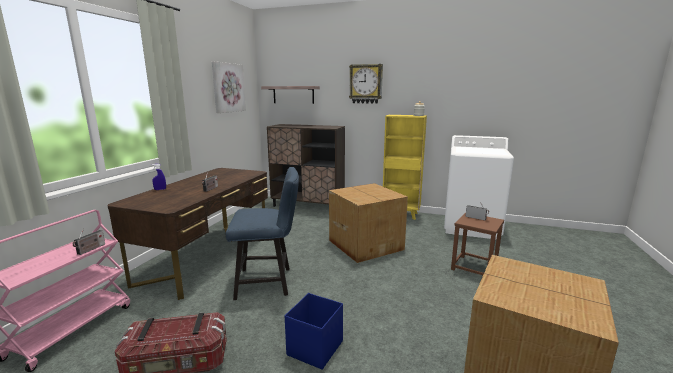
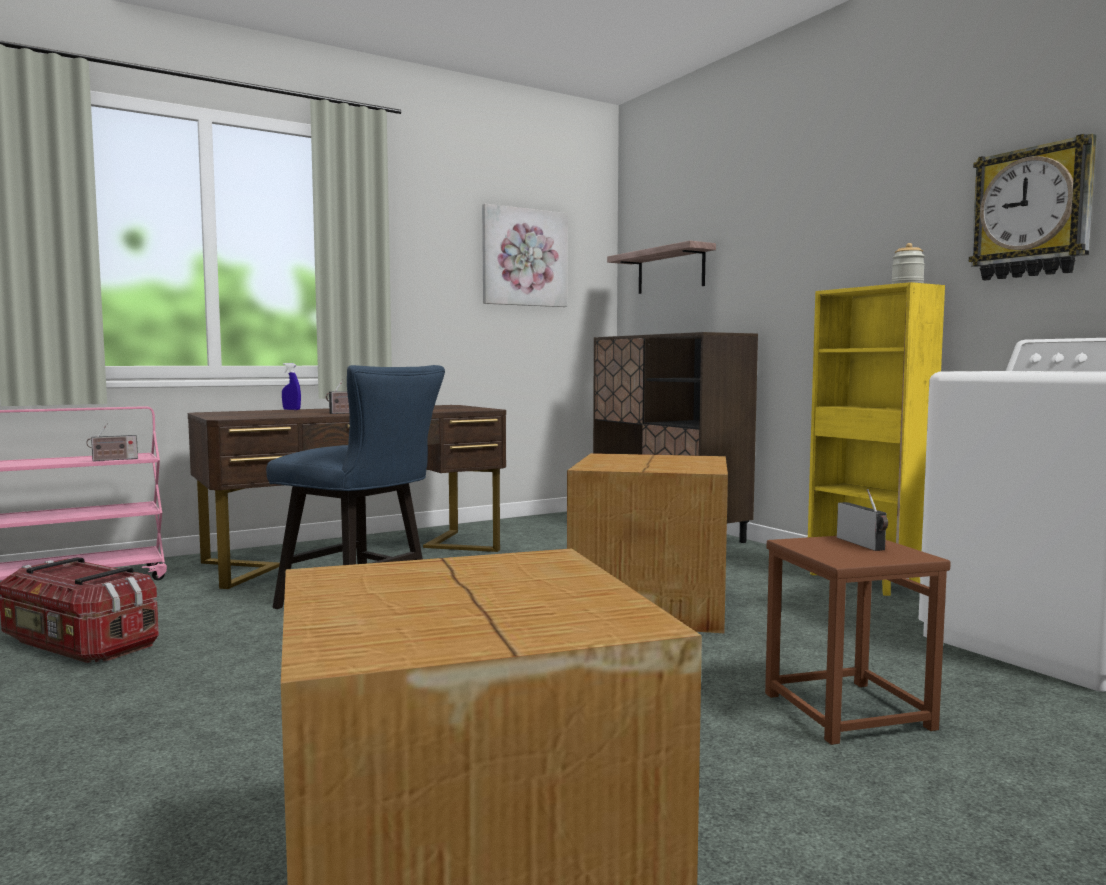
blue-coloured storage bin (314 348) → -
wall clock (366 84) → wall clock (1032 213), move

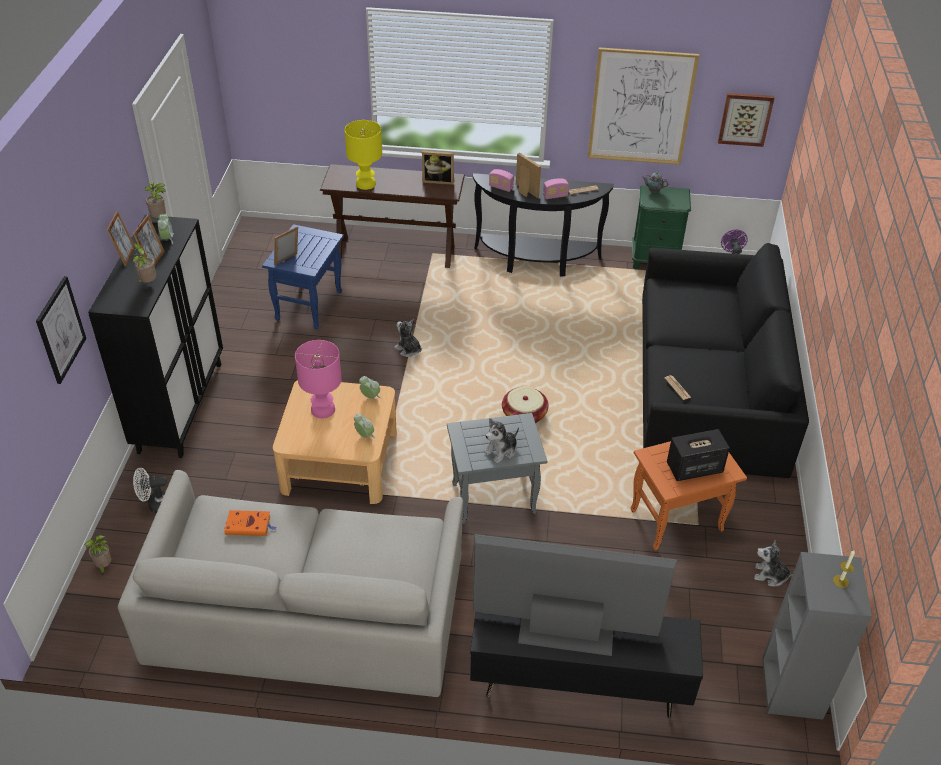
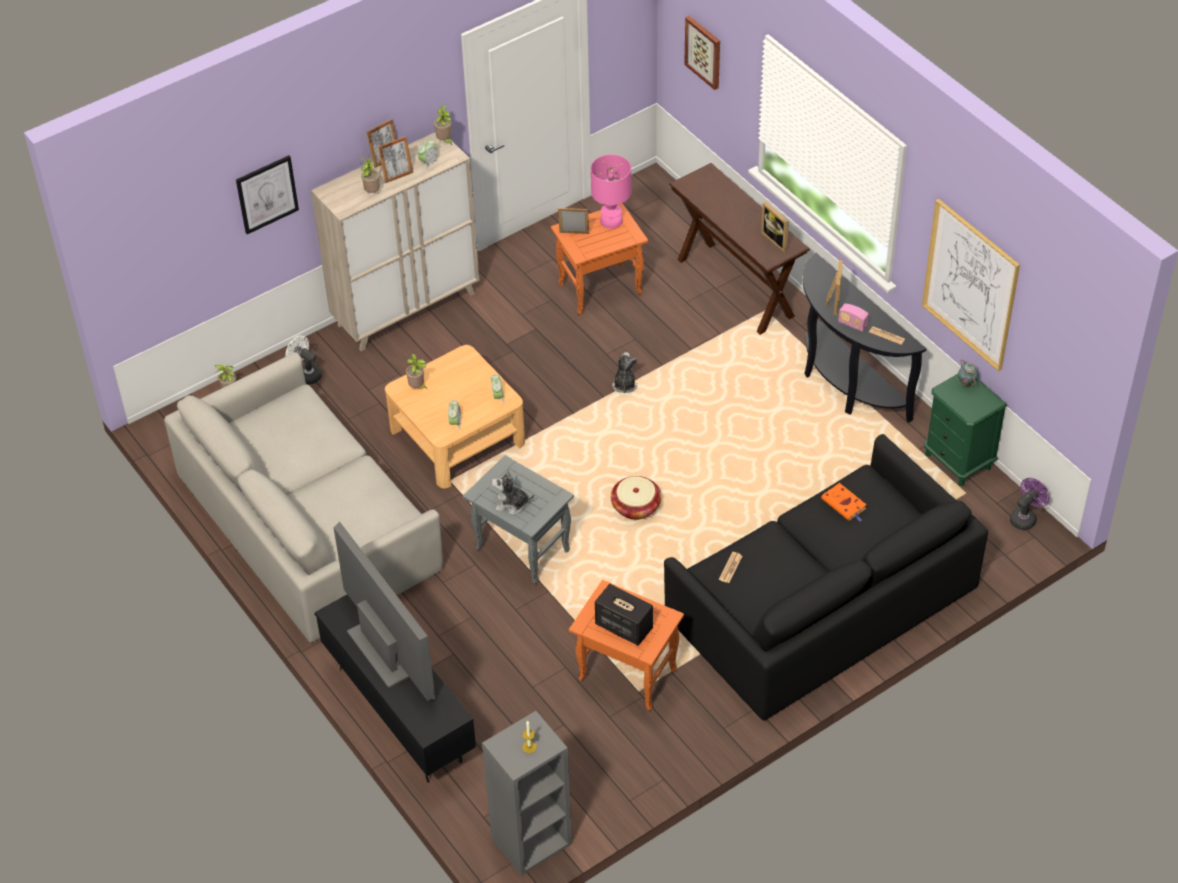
black-coloured storage cabinet (180 406) → sand-coloured storage cabinet (406 309)
orangey bound book (249 525) → orangey bound book (844 505), move
blue-coloured side table (309 307) → orangey side table (599 290)
pinkish table lamp (323 409) → pinkish table lamp (611 220), move
yellow table lamp (366 184) → -
radio set (501 187) → -
wall art (745 118) → wall art (704 51), move
soft toy (770 575) → -
- → plant in a pot (417 387)

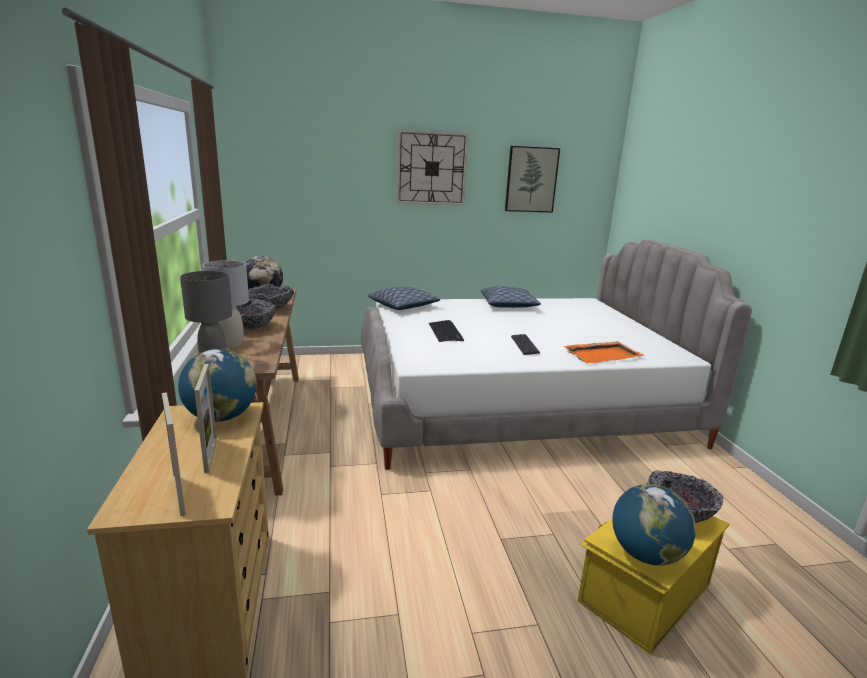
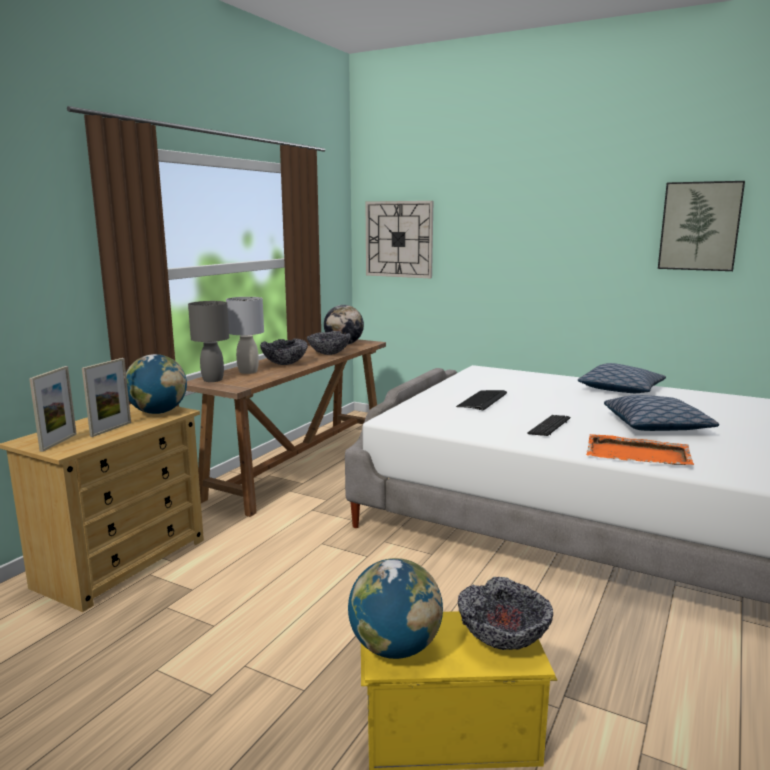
cushion (403 306) → cushion (656 426), move
wall clock (431 168) → wall clock (399 239), move

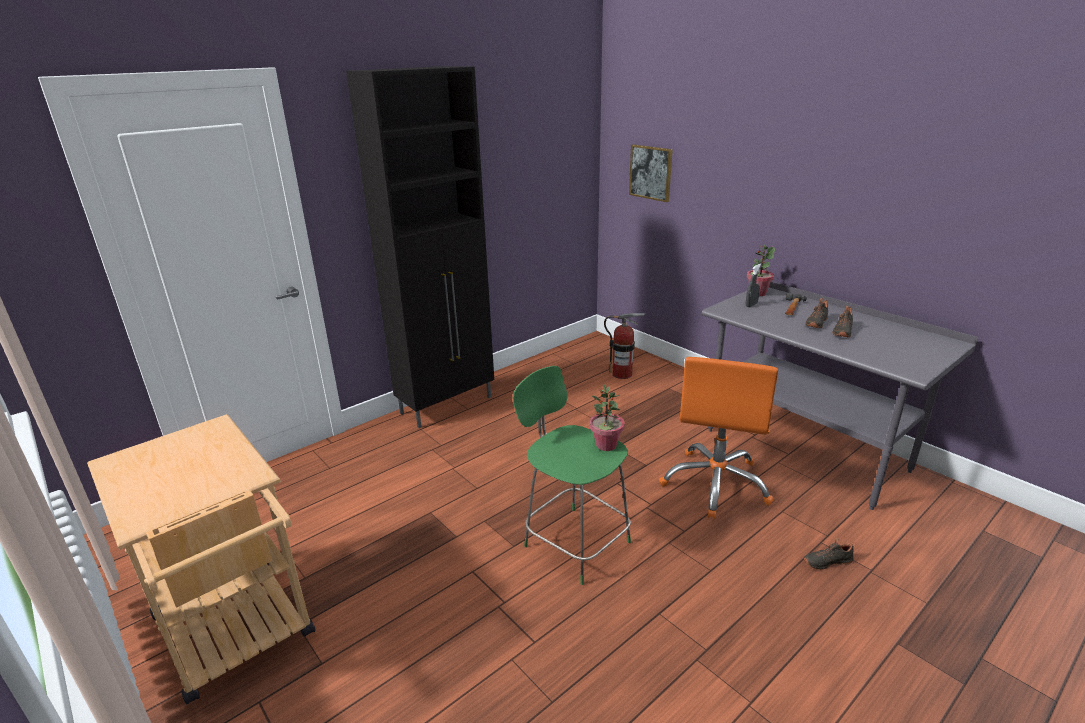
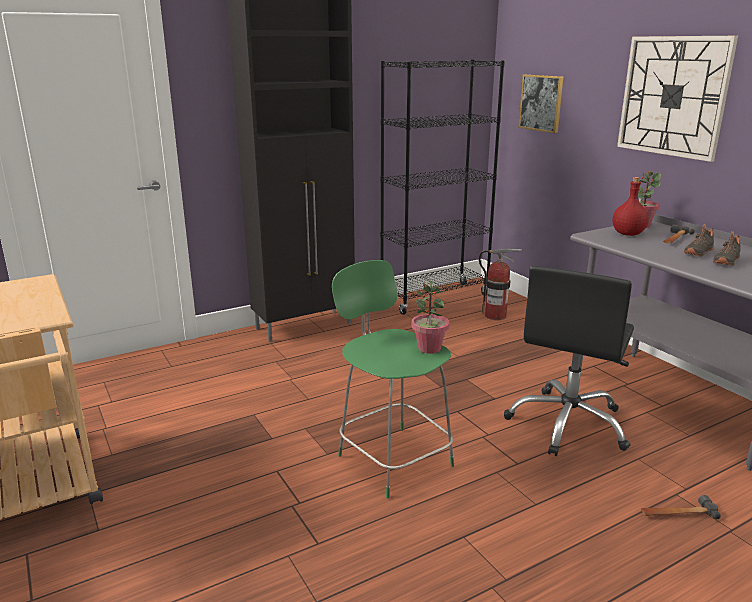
orangey office chair (716 483) → black-coloured office chair (568 424)
grey spray bottle (751 305) → reddish beverage bottle (628 234)
black-coloured shoe (826 561) → tool hammer (678 513)
- → black-coloured bookcase (434 298)
- → wall clock (673 96)

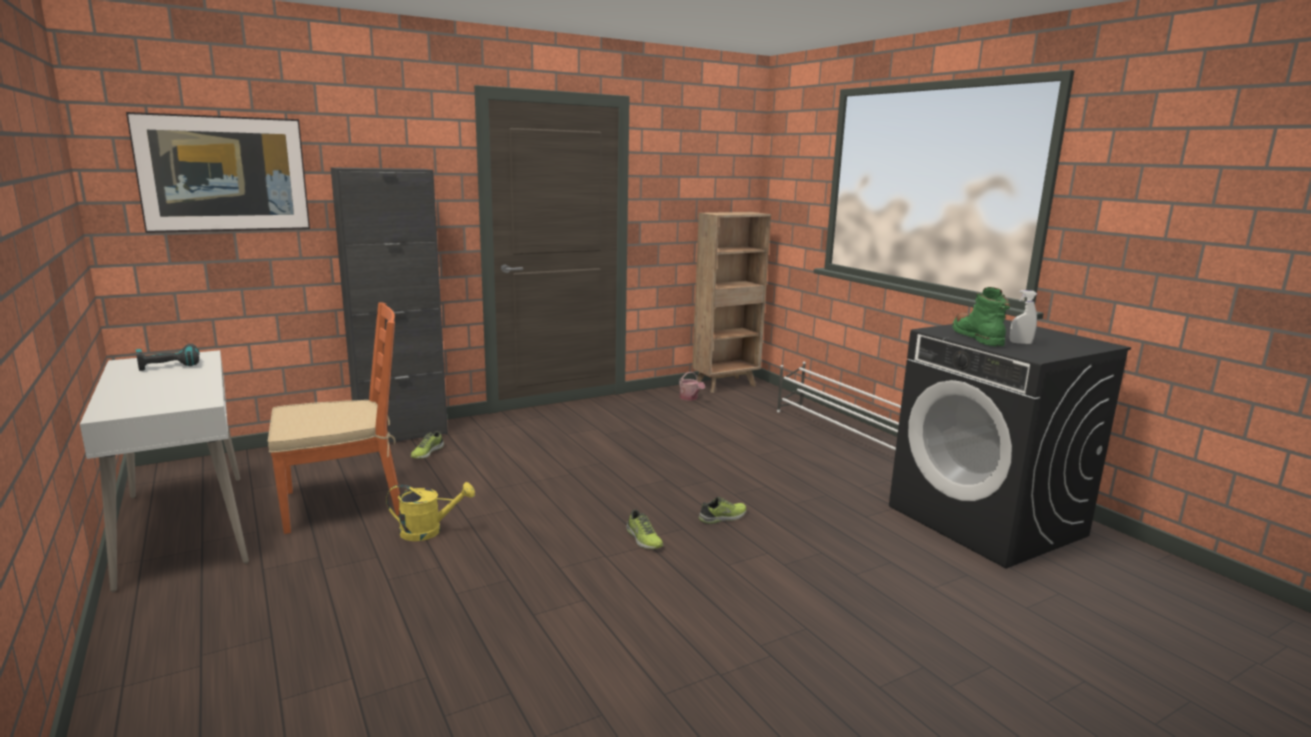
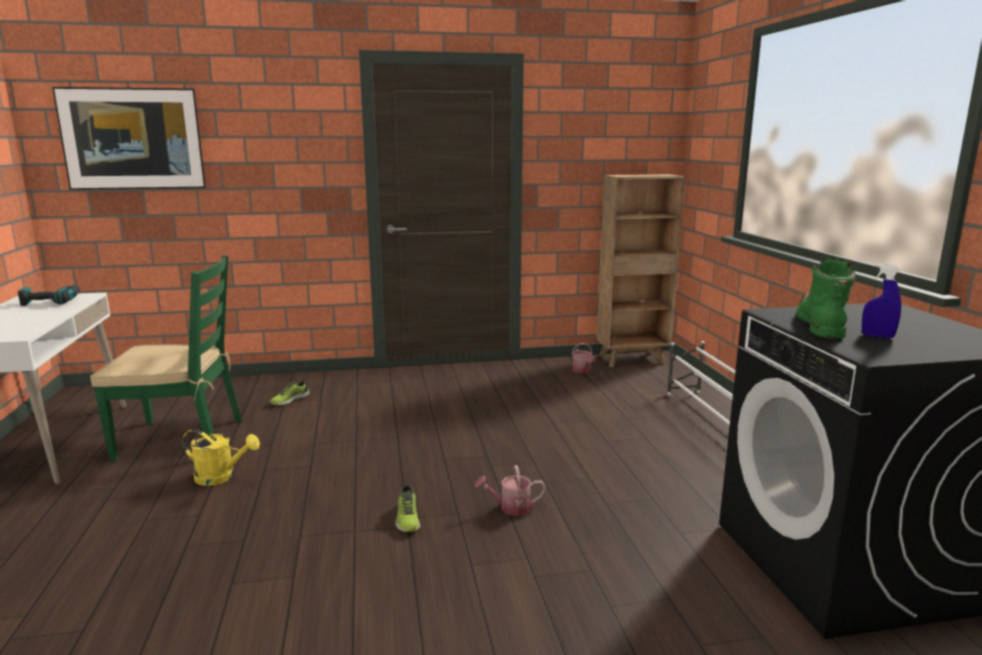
orangey upright chair (345 502) → green upright chair (182 439)
black-coloured storage cabinet (401 435) → -
shoe (723 517) → sprinkling can (511 508)
white-coloured spray bottle (1020 343) → blue-coloured spray bottle (877 336)

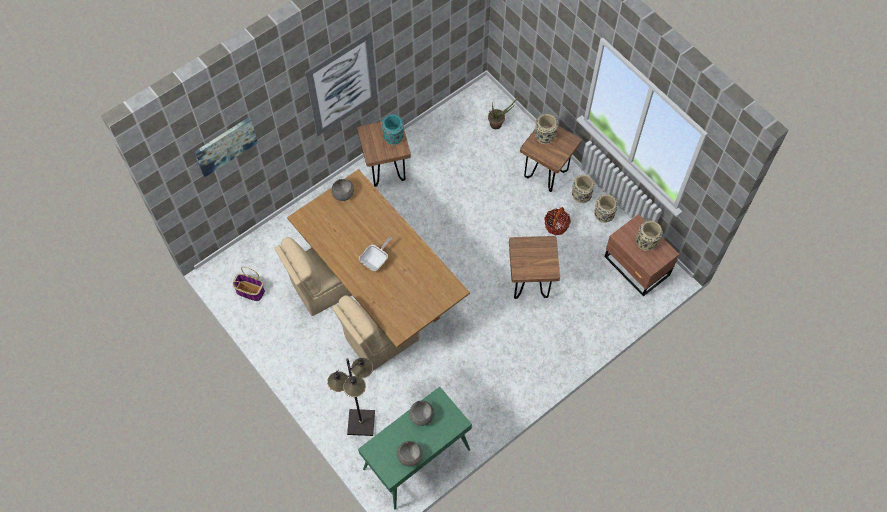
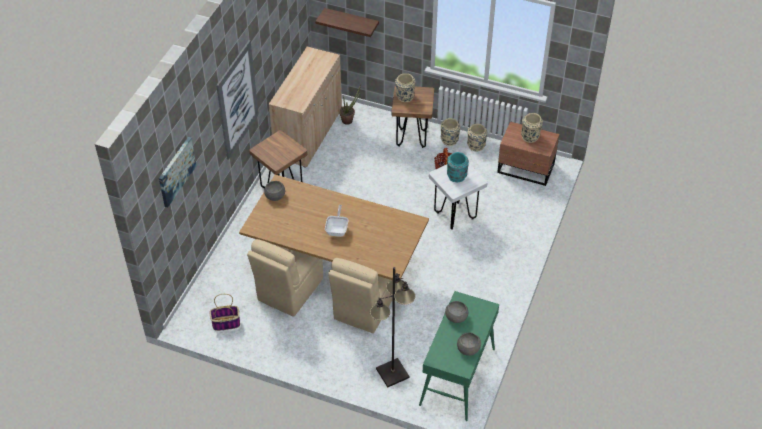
blue-green flower vase (393 138) → blue-green flower vase (456 177), move
brownish stool seat (529 285) → white-coloured stool seat (455 216)
- → sand-coloured storage cabinet (309 134)
- → bracket shelf (351 22)

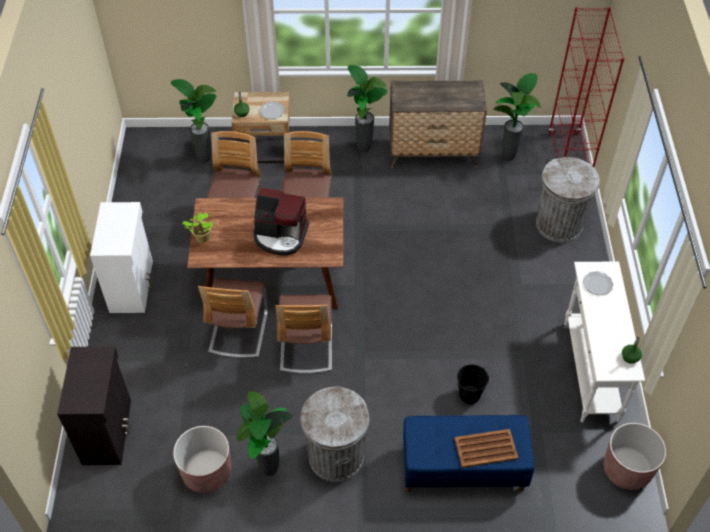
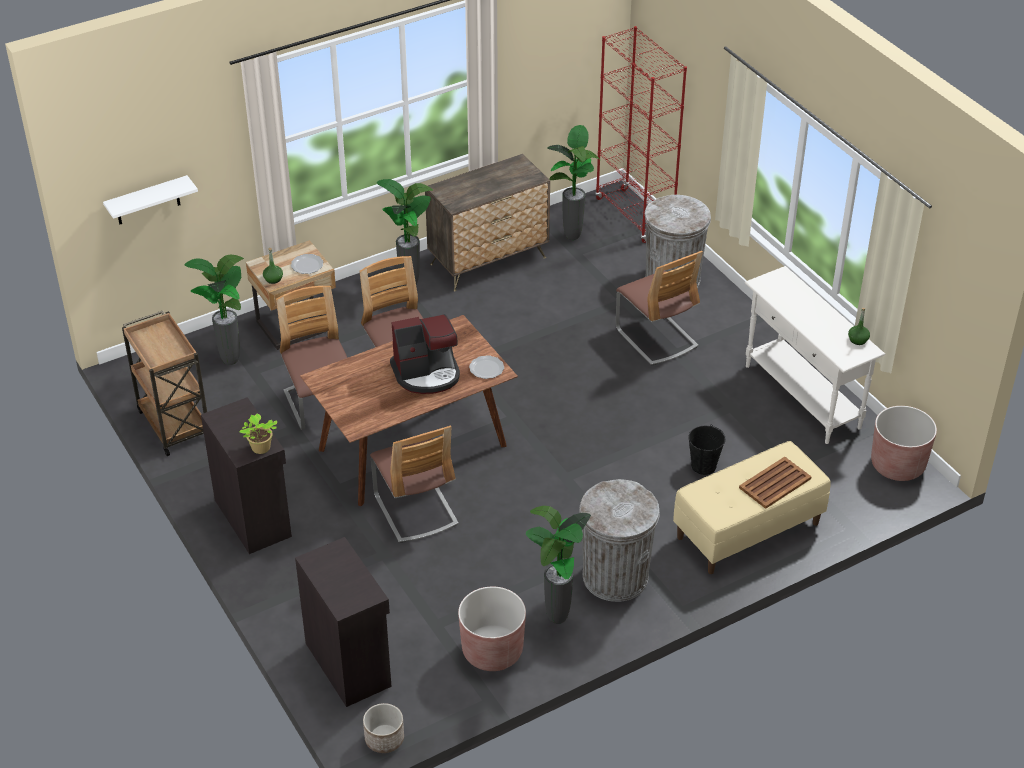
white-coloured storage cabinet (132 286) → black-coloured storage cabinet (254 517)
plant in a pot (201 238) → plant in a pot (260 449), move
upright chair (306 346) → upright chair (656 338), move
blue-coloured long seat (463 468) → sand-coloured long seat (748 531)
dinner plate (597 284) → dinner plate (486 368), move
- → white-coloured bracket shelf (147 201)
- → brownish wheeled cart (174 424)
- → plant pot (384 739)

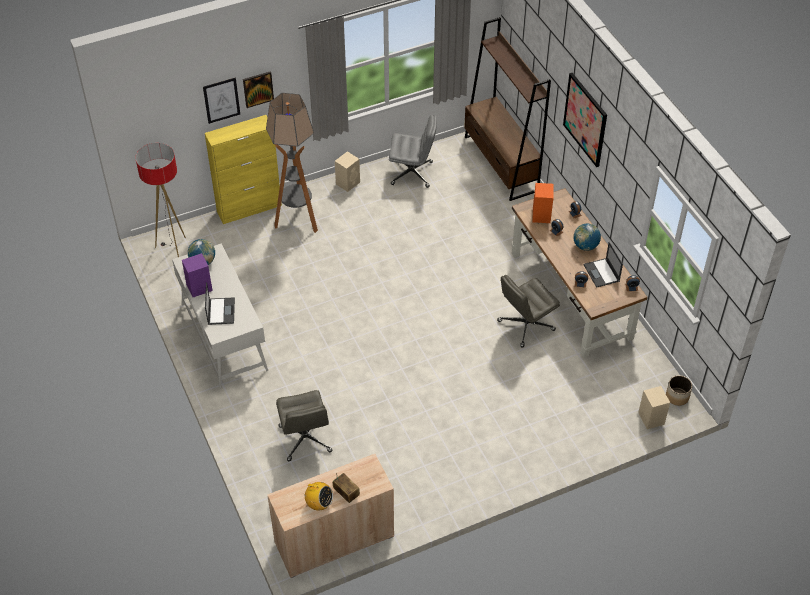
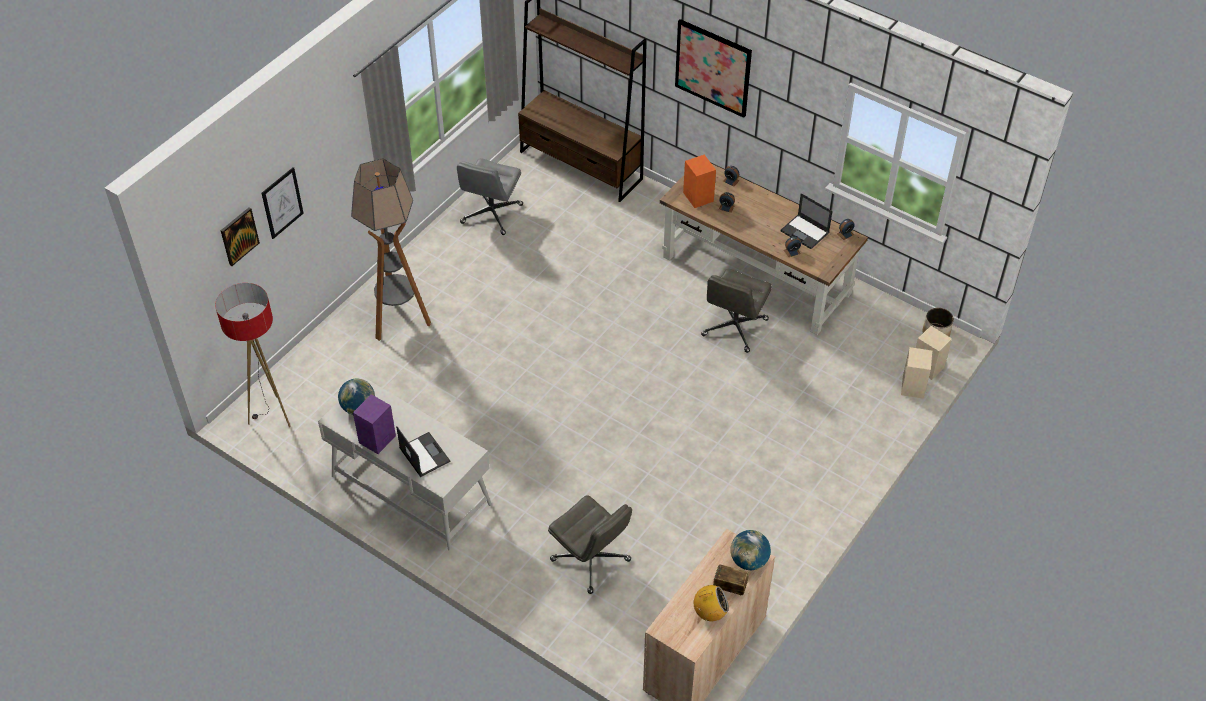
yellow storage cabinet (249 208) → -
wall art (258 89) → wall art (239 236), move
sand-coloured loudspeaker (348 183) → sand-coloured loudspeaker (913 386), move
grey office chair (412 173) → grey office chair (491 214), 135 degrees clockwise
world globe (585 246) → world globe (749 561), move

